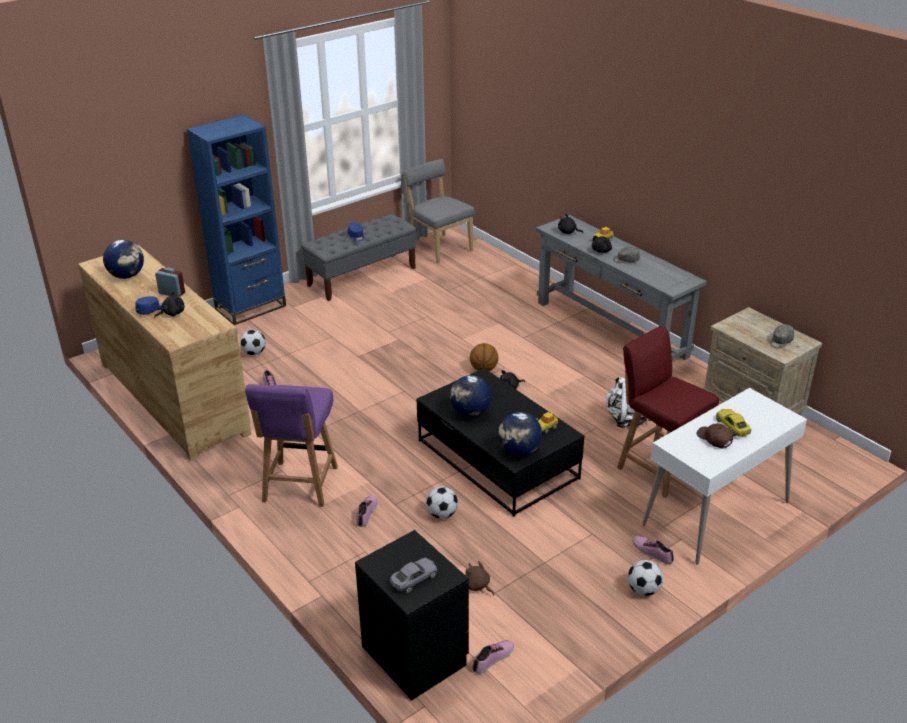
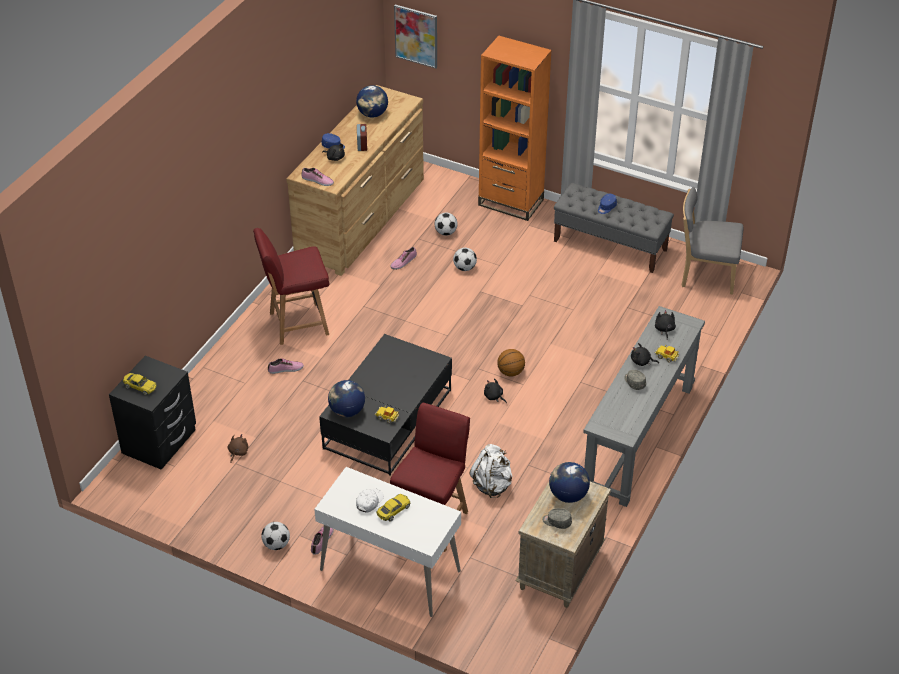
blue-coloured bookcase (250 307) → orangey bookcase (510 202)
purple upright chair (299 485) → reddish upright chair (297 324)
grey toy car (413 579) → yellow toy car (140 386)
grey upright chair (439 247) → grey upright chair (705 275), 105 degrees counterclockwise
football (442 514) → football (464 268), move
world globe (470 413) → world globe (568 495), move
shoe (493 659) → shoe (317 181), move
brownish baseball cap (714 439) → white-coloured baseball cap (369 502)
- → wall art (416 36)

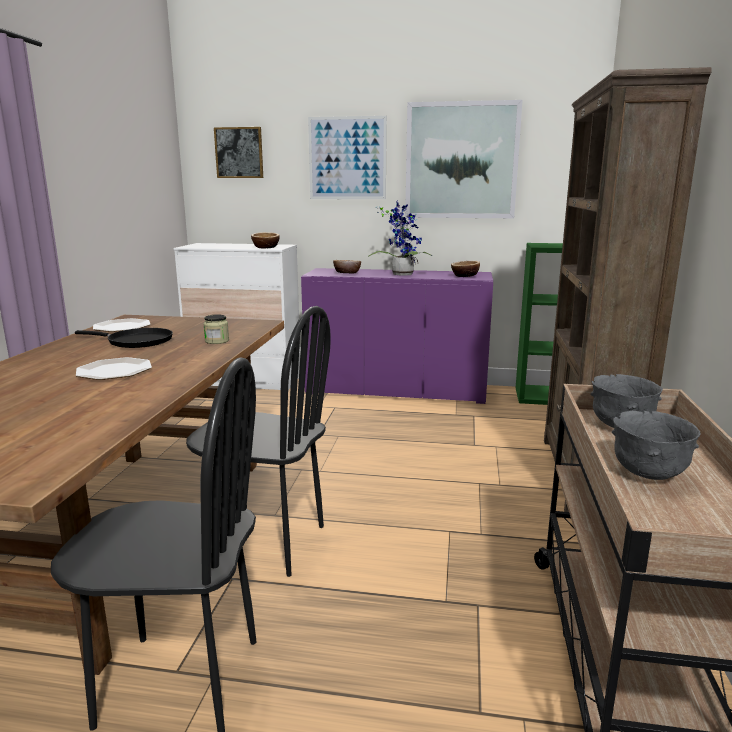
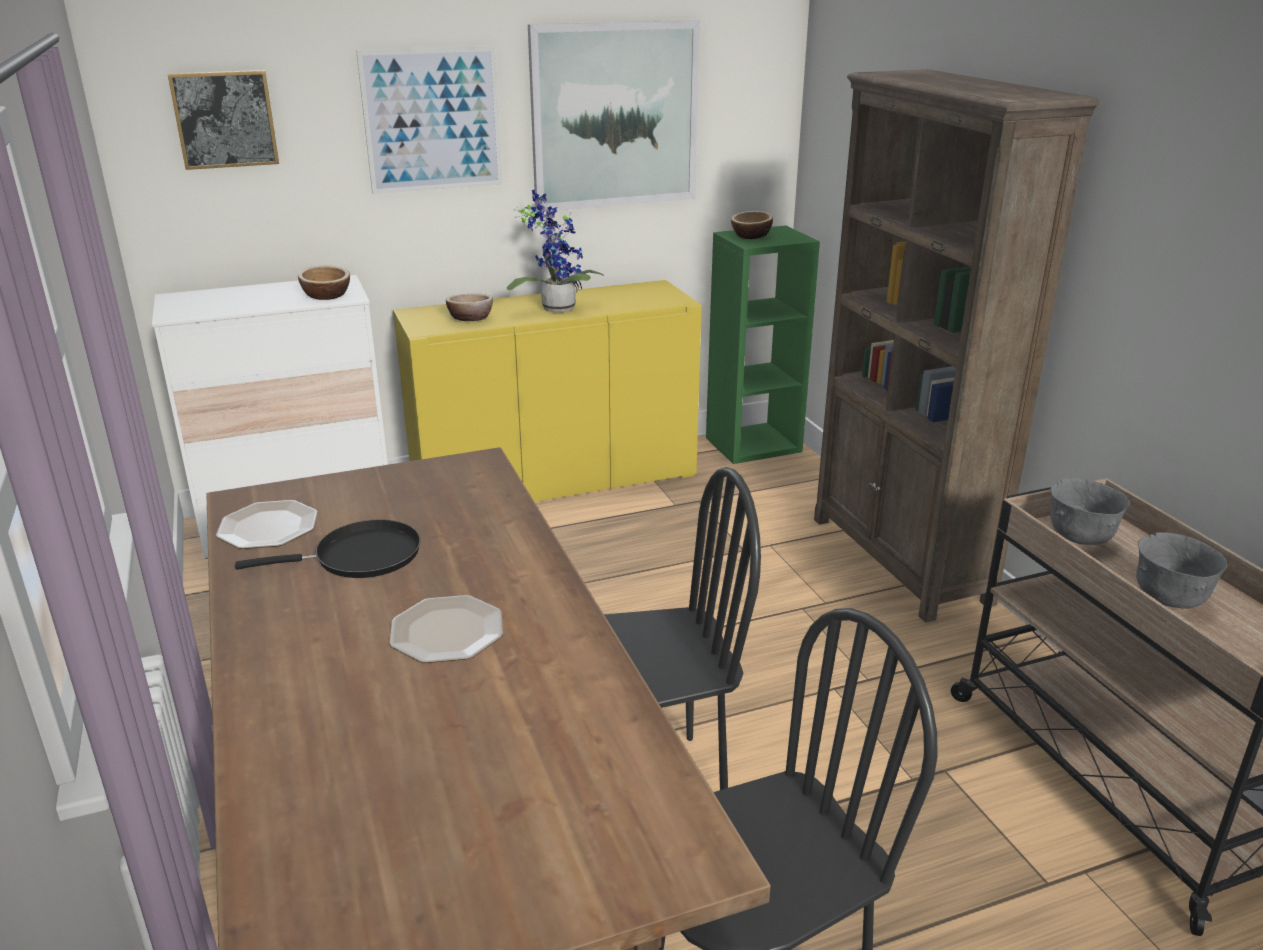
jar (217 341) → -
purple storage cabinet (396 390) → yellow storage cabinet (554 481)
deep dish (465 276) → deep dish (751 236), move

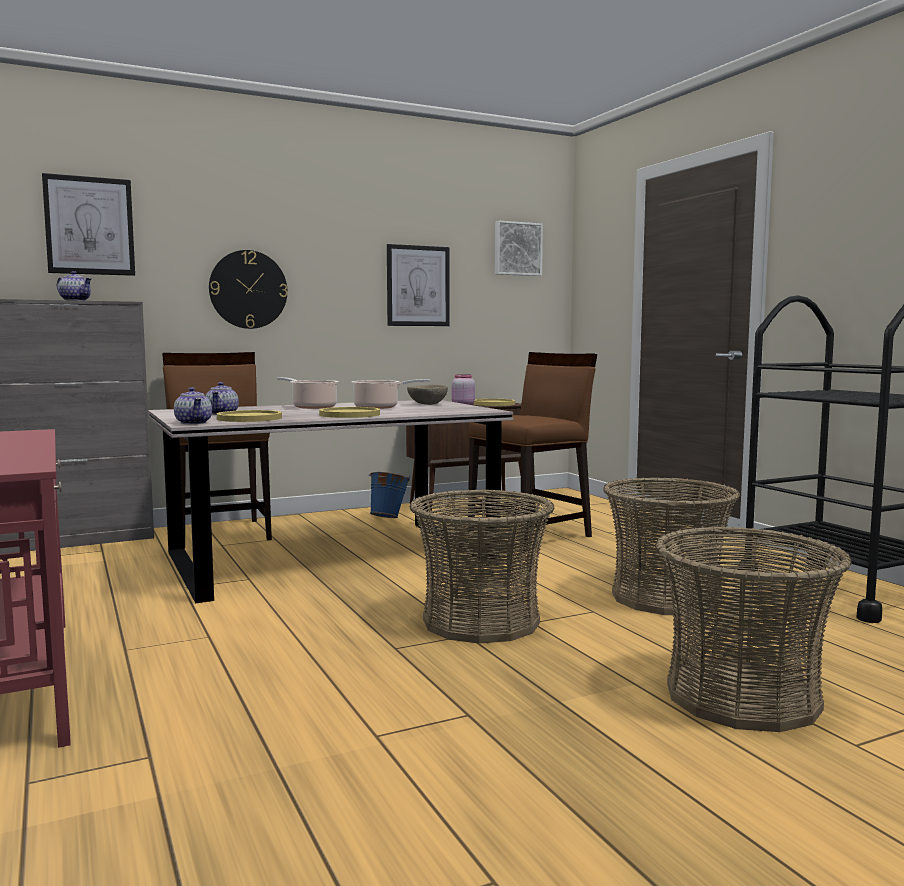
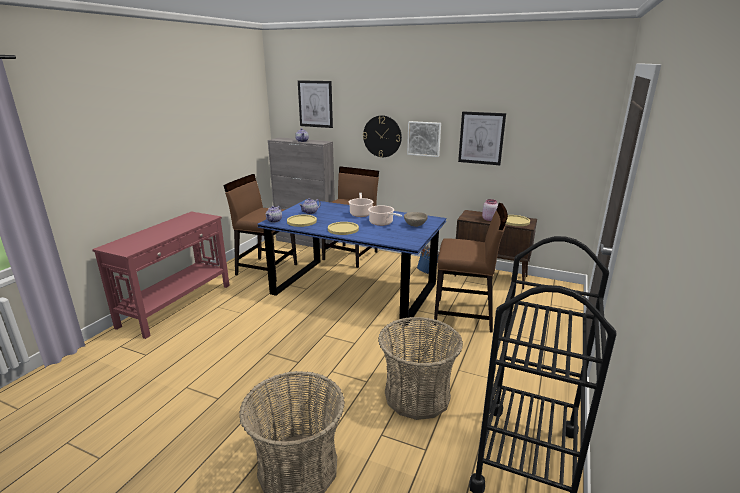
grey kitchen table (330 556) → blue-coloured kitchen table (355 288)
household basket (481 621) → -
wall art (517 249) → wall art (424 138), move
- → brownish upright chair (266 269)

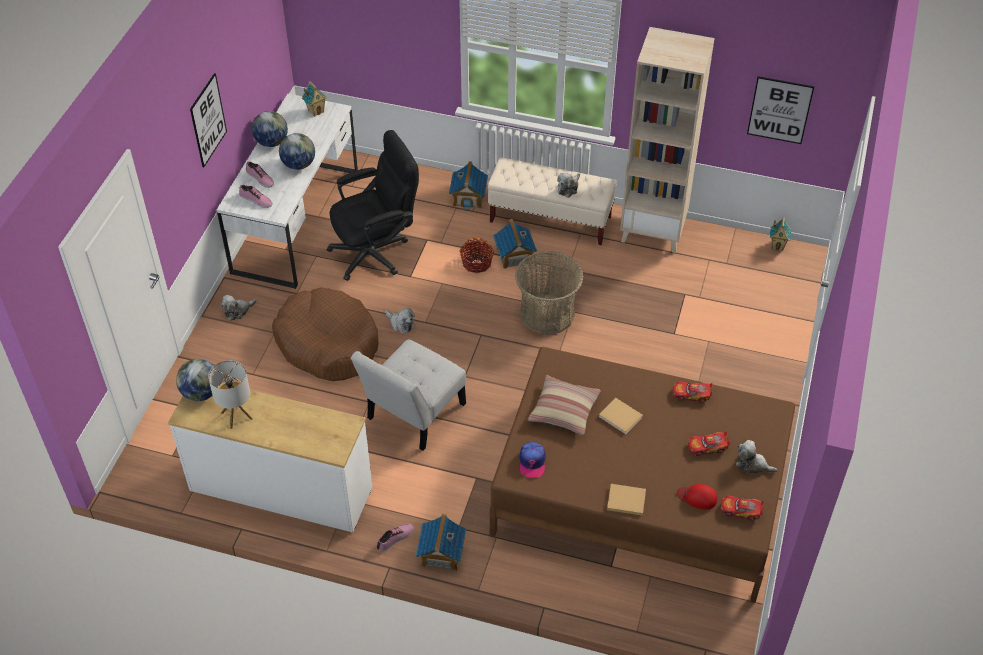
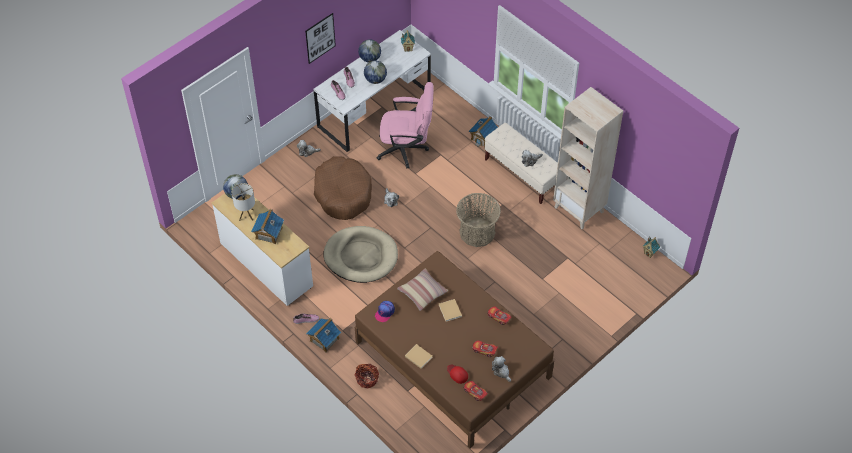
black-coloured office chair (377 251) → pinkish office chair (407 149)
white-coloured upright chair (412 415) → sand-coloured dog bed (361 256)
household basket (477 263) → household basket (367 379), move
toy house (514 256) → toy house (268 233), move
wall art (780 110) → -

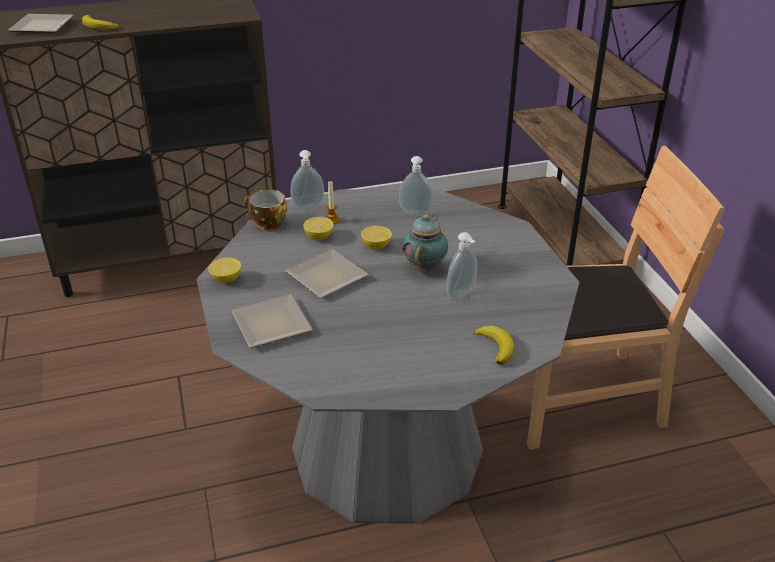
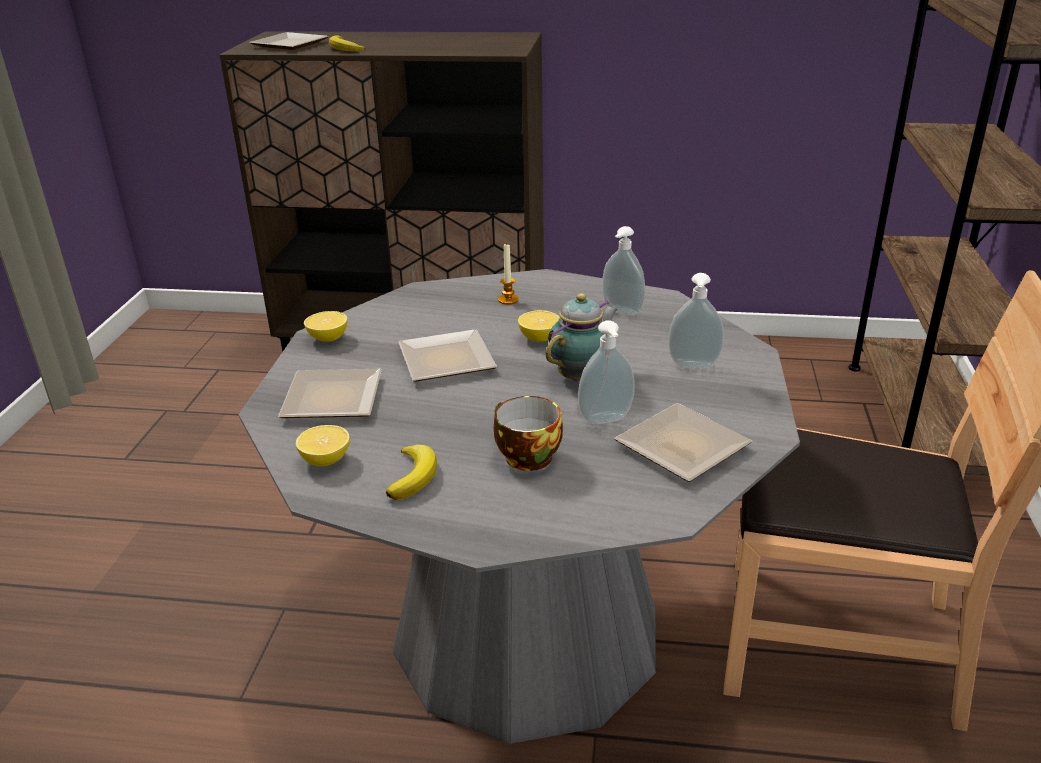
cup (266 224) → cup (524 457), move
soap bottle (308 208) → soap bottle (693 366), move
citrus fruit (319 236) → citrus fruit (326 460), move
banana (496 346) → banana (414 475), move
- → dinner plate (677 447)

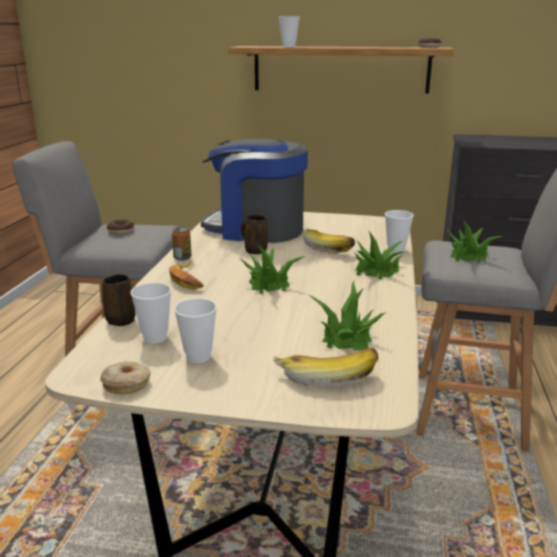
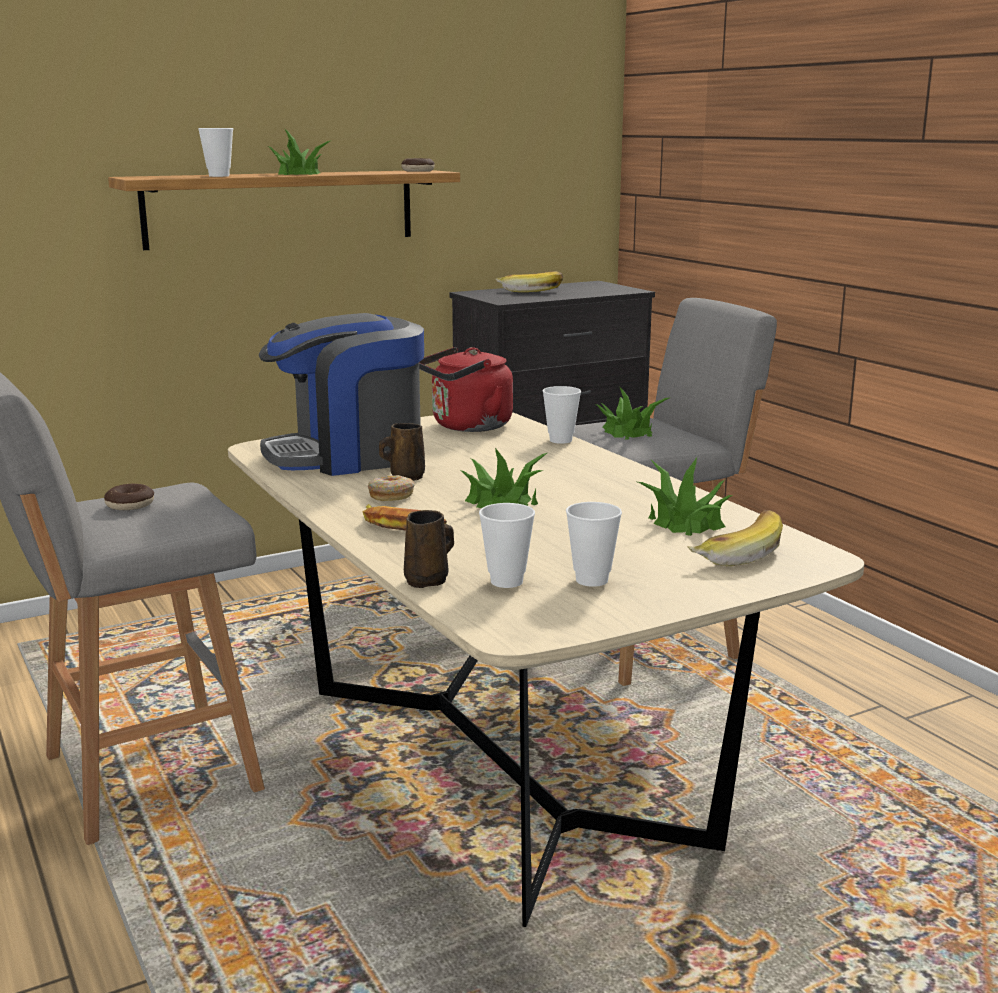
doughnut (127 384) → doughnut (391 495), move
sealed can (182 258) → -
banana (328 248) → banana (530 290), move
plant in a pot (376 270) → plant in a pot (298 173), move
- → reddish water kettle (467 427)

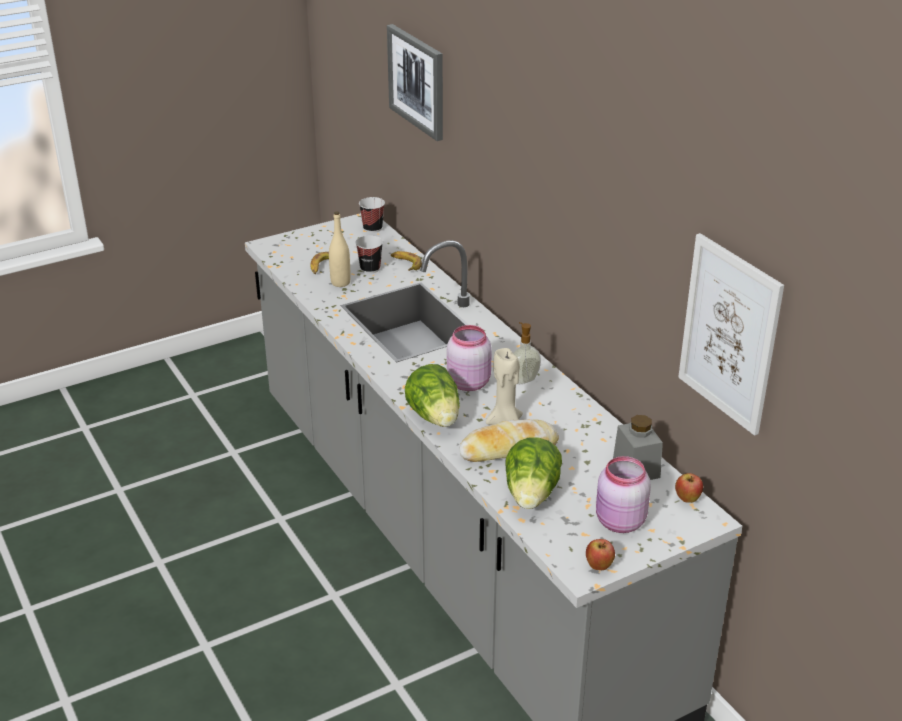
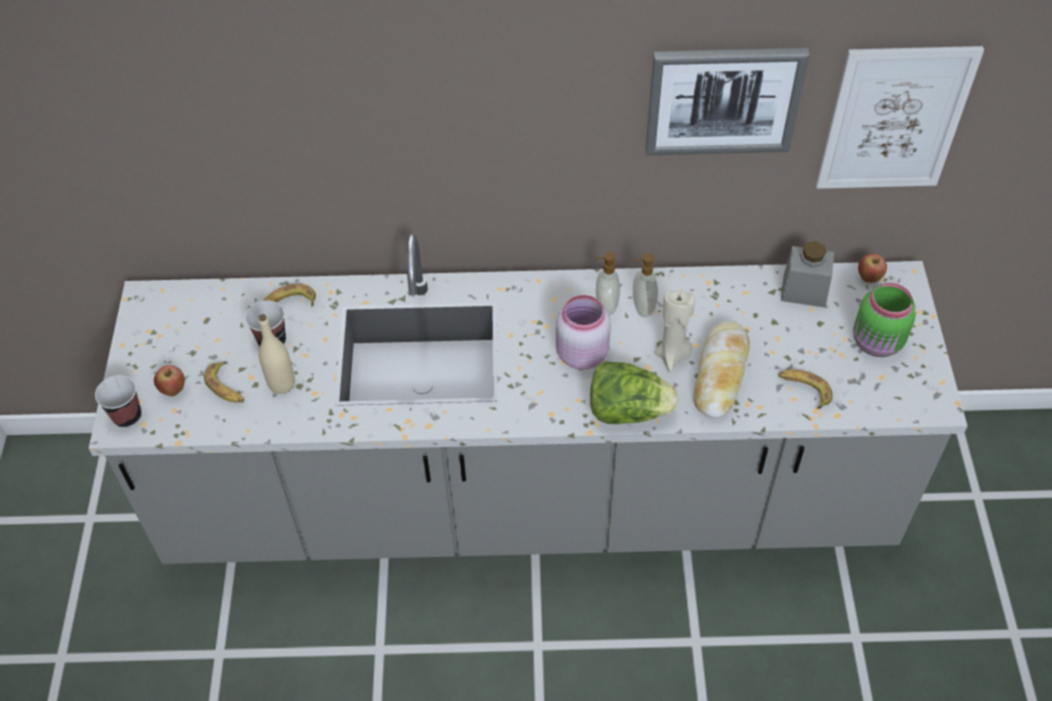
cup (372 228) → cup (127 416), move
wall art (417 81) → wall art (723 100), move
lettuce head (531 495) → banana (804 390)
apple (599 566) → apple (173 390), move
pinkish jar (619 522) → green jar (877 343)
- → soap bottle (642 307)

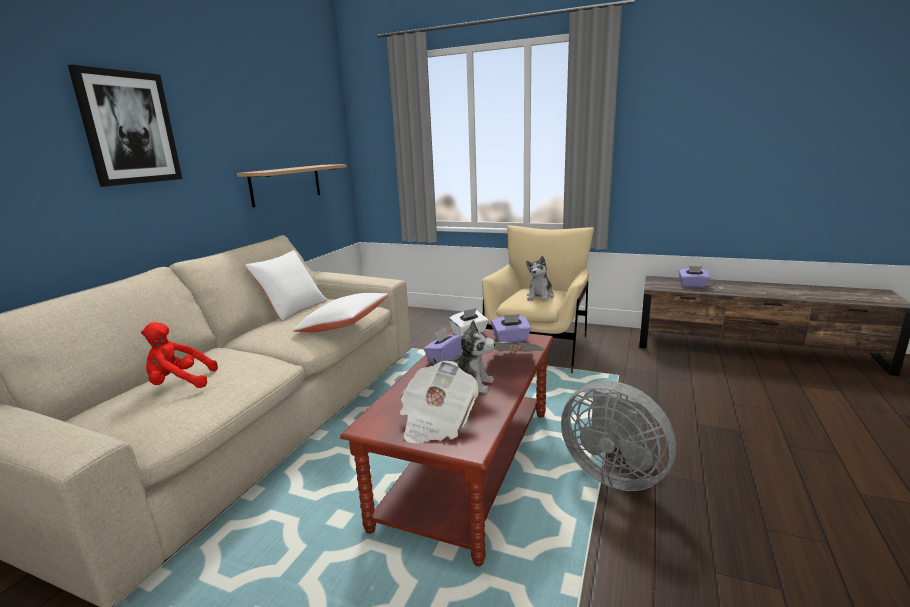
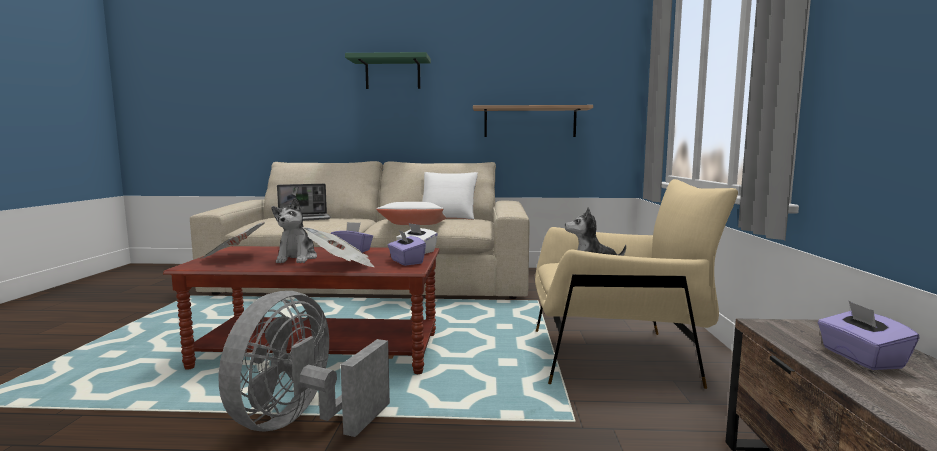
wall art (129 128) → green bracket shelf (393 74)
reddish soft toy (179 383) → portable computer (305 219)

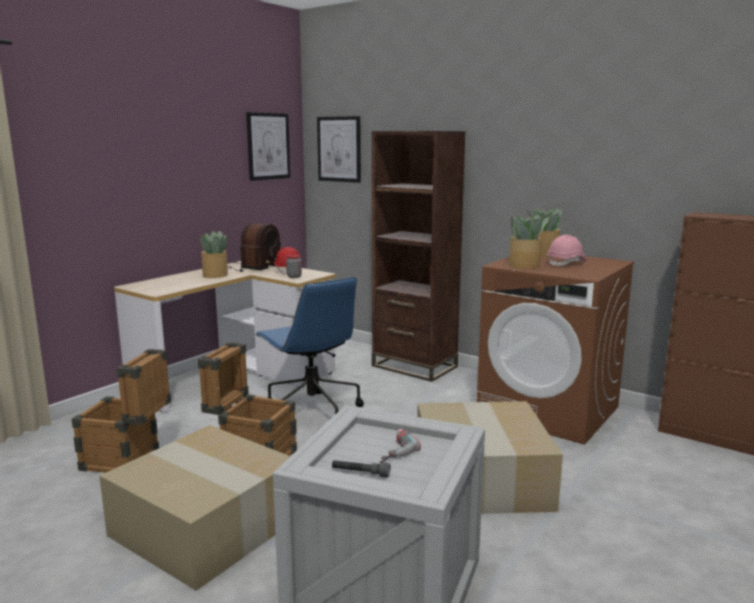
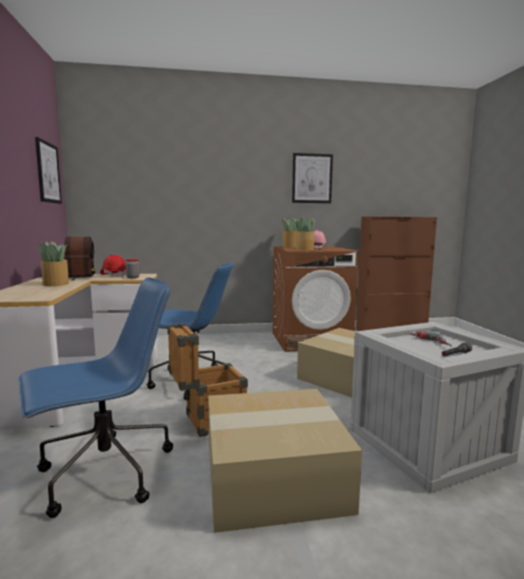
shipping crate (128 461) → blue-coloured office chair (104 473)
wall art (339 149) → wall art (312 178), move
brownish bookcase (414 366) → -

